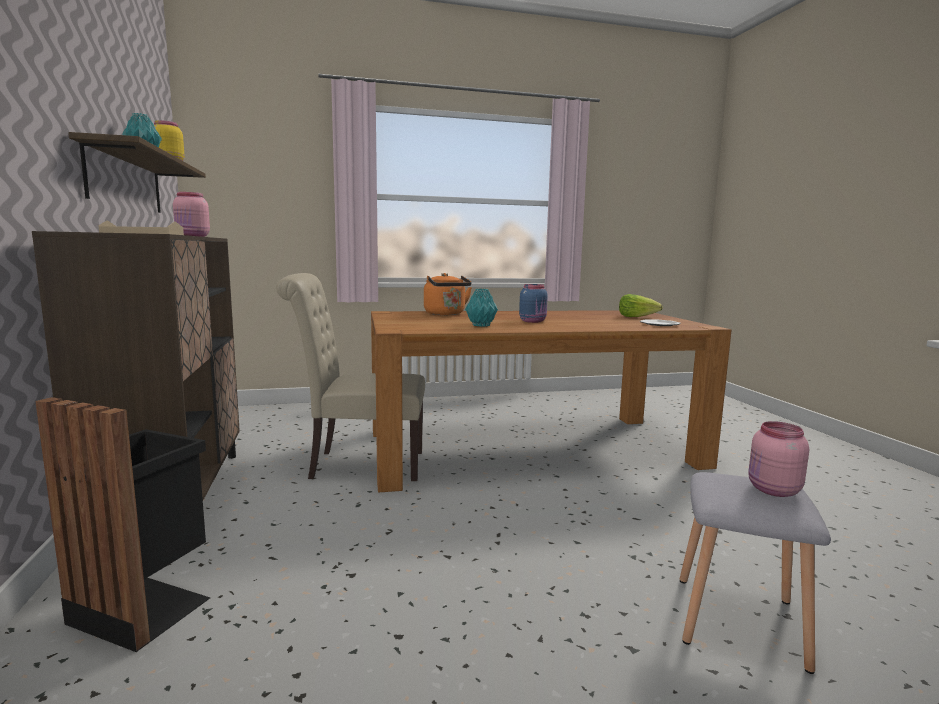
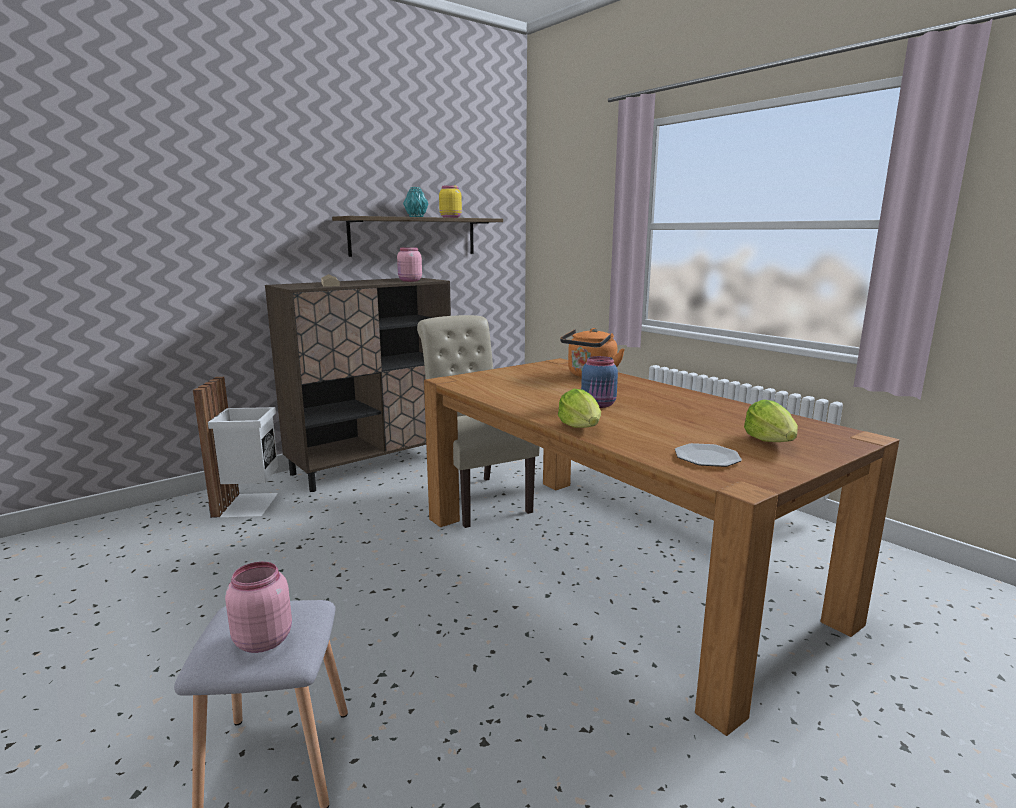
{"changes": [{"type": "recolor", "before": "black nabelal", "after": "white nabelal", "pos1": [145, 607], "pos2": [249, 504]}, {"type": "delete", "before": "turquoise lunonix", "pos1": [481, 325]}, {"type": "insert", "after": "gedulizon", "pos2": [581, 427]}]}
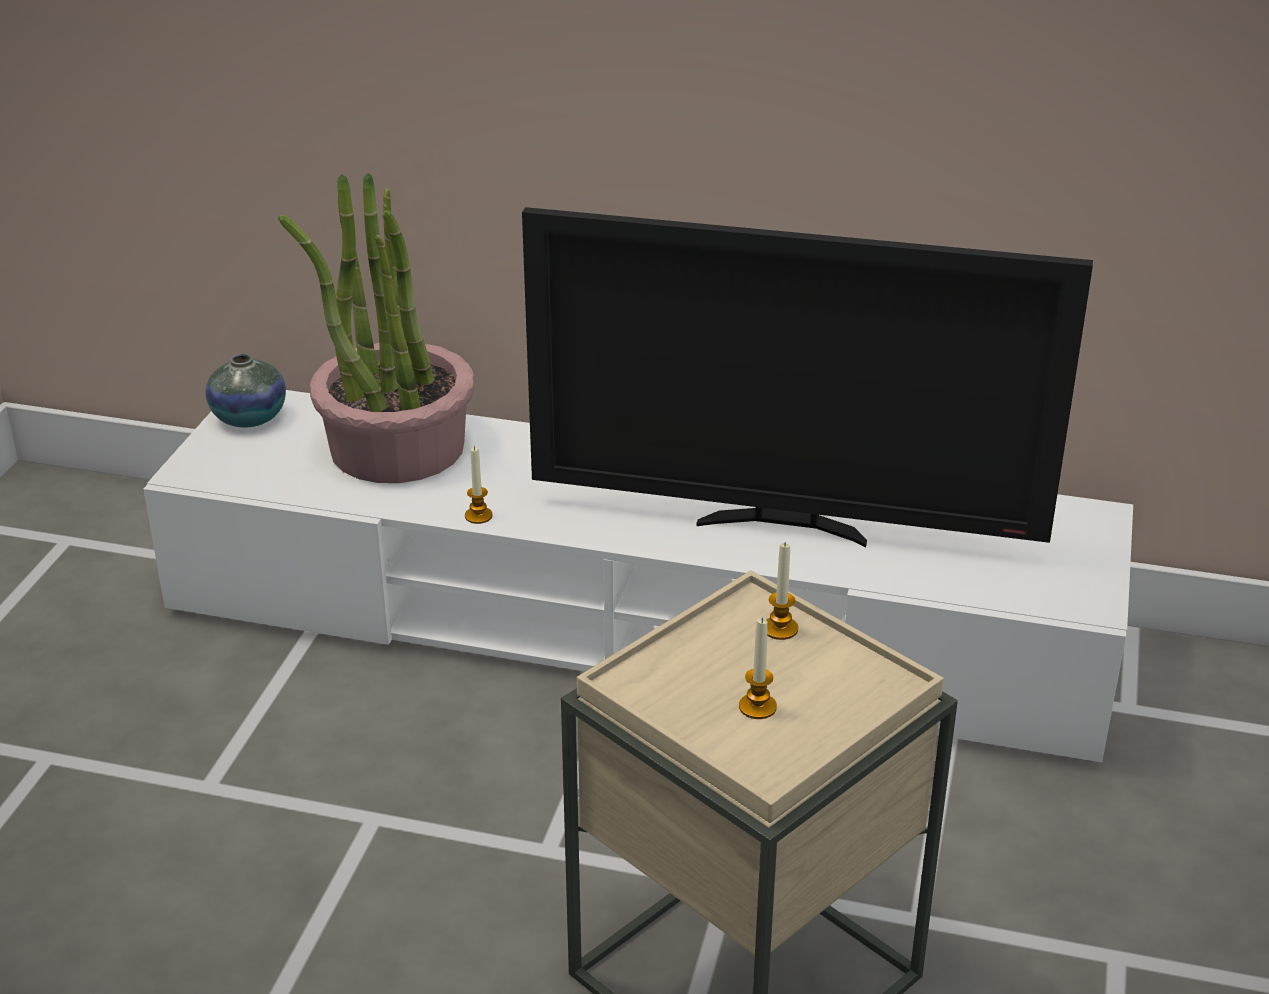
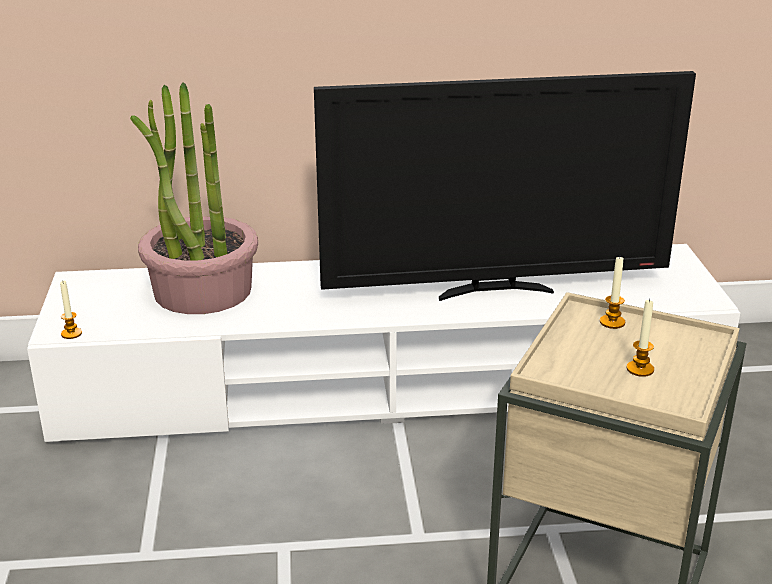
{"changes": [{"type": "delete", "before": "lunonix", "pos1": [249, 417]}, {"type": "move", "before": "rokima", "pos1": [478, 516], "pos2": [71, 333]}]}
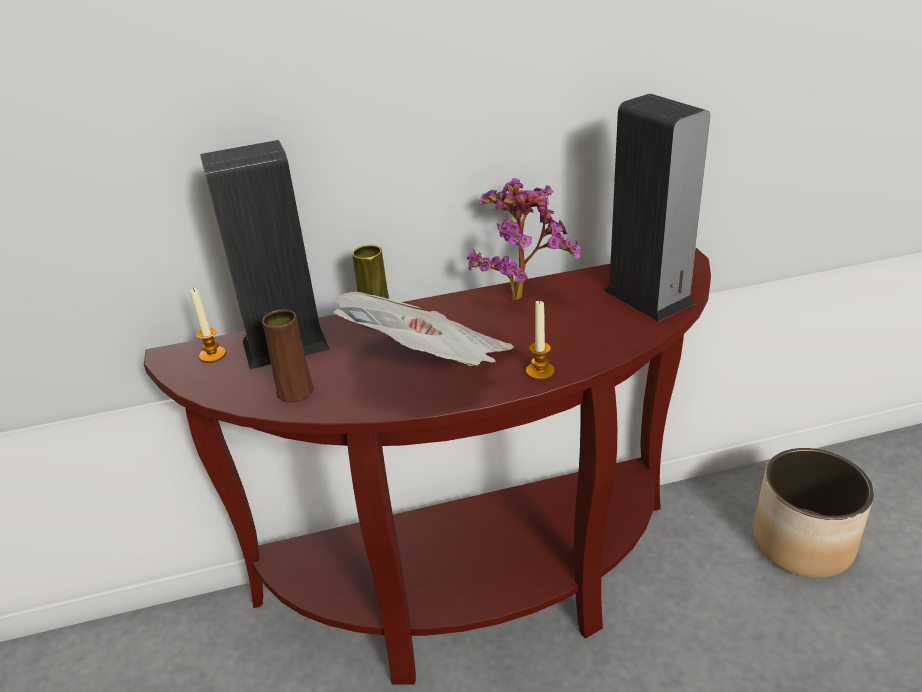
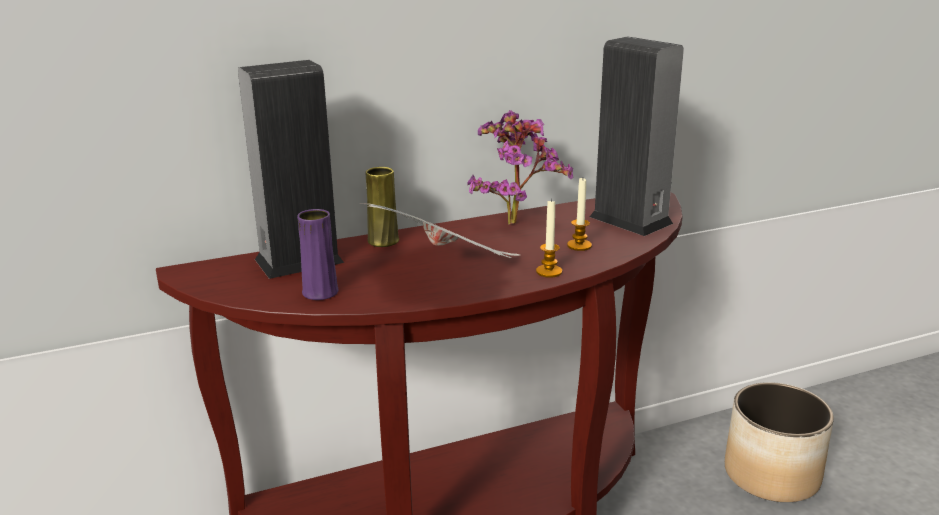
{"changes": [{"type": "move", "before": "rokima", "pos1": [212, 355], "pos2": [579, 246]}, {"type": "recolor", "before": "brown lunonix", "after": "purple lunonix", "pos1": [295, 391], "pos2": [320, 292]}]}
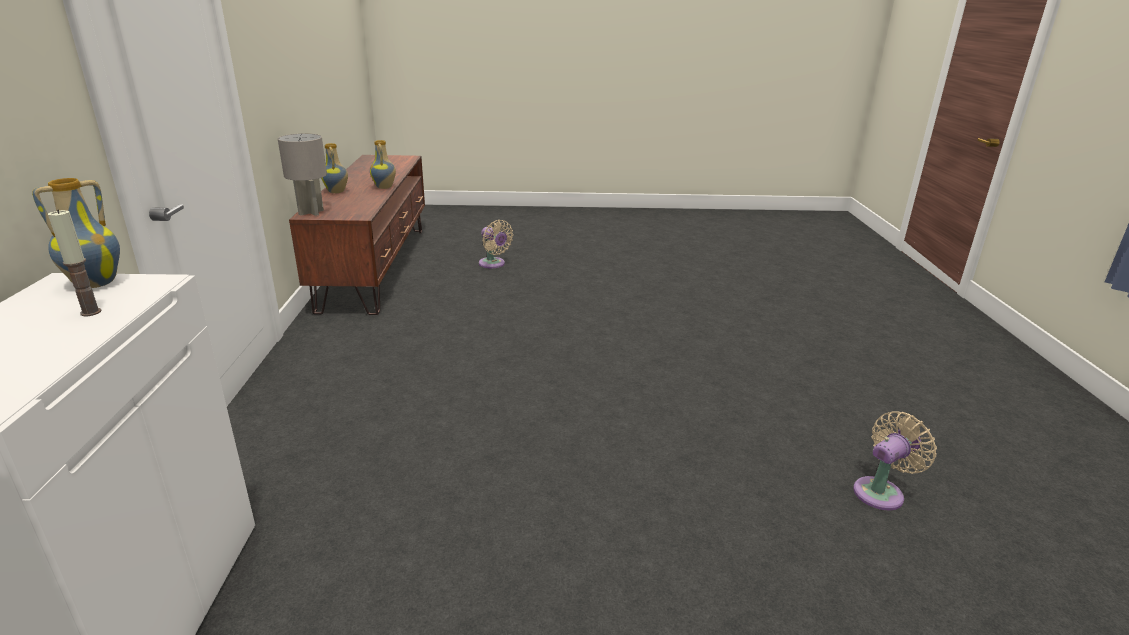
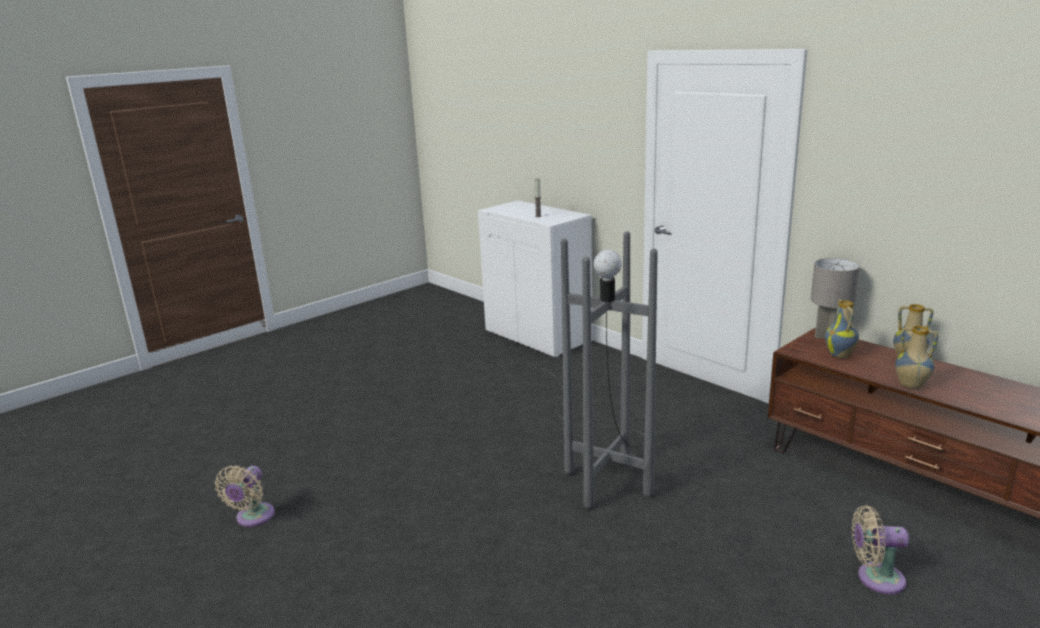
{"changes": [{"type": "move", "before": "lunonix", "pos1": [95, 283], "pos2": [840, 355]}, {"type": "insert", "after": "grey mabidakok", "pos2": [592, 445]}]}
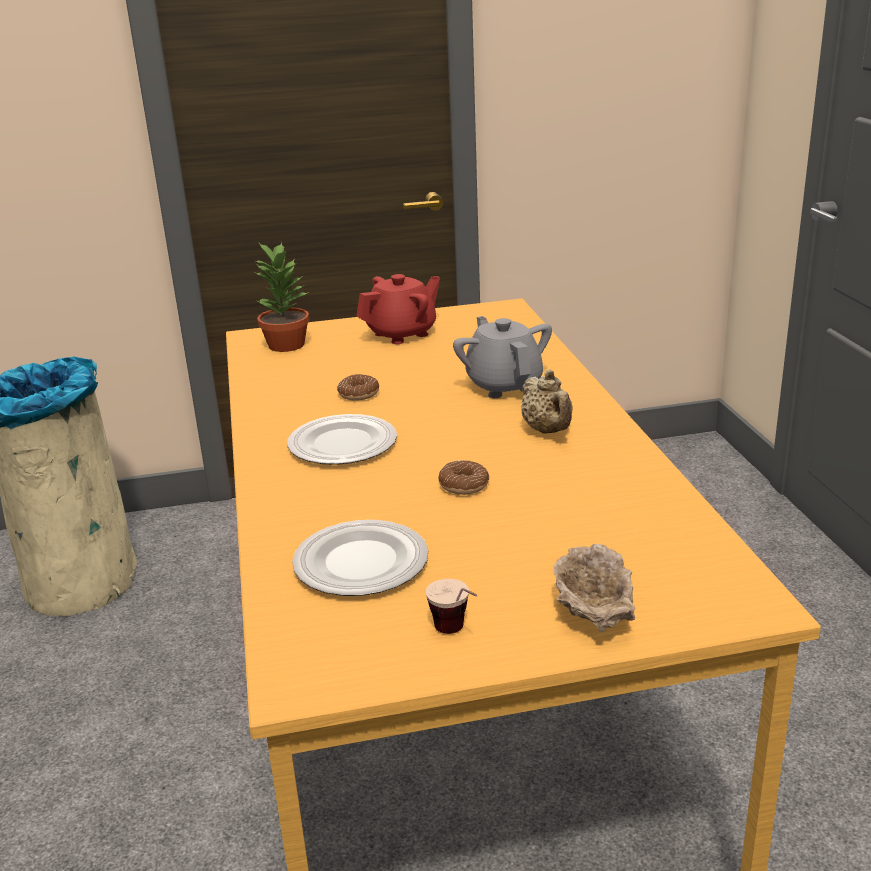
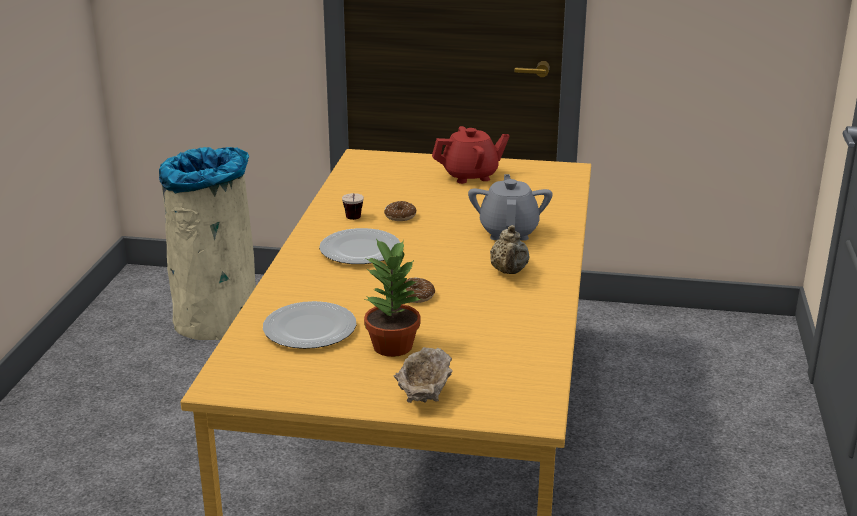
{"changes": [{"type": "move", "before": "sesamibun", "pos1": [286, 344], "pos2": [393, 345]}, {"type": "move", "before": "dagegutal", "pos1": [457, 635], "pos2": [354, 221]}]}
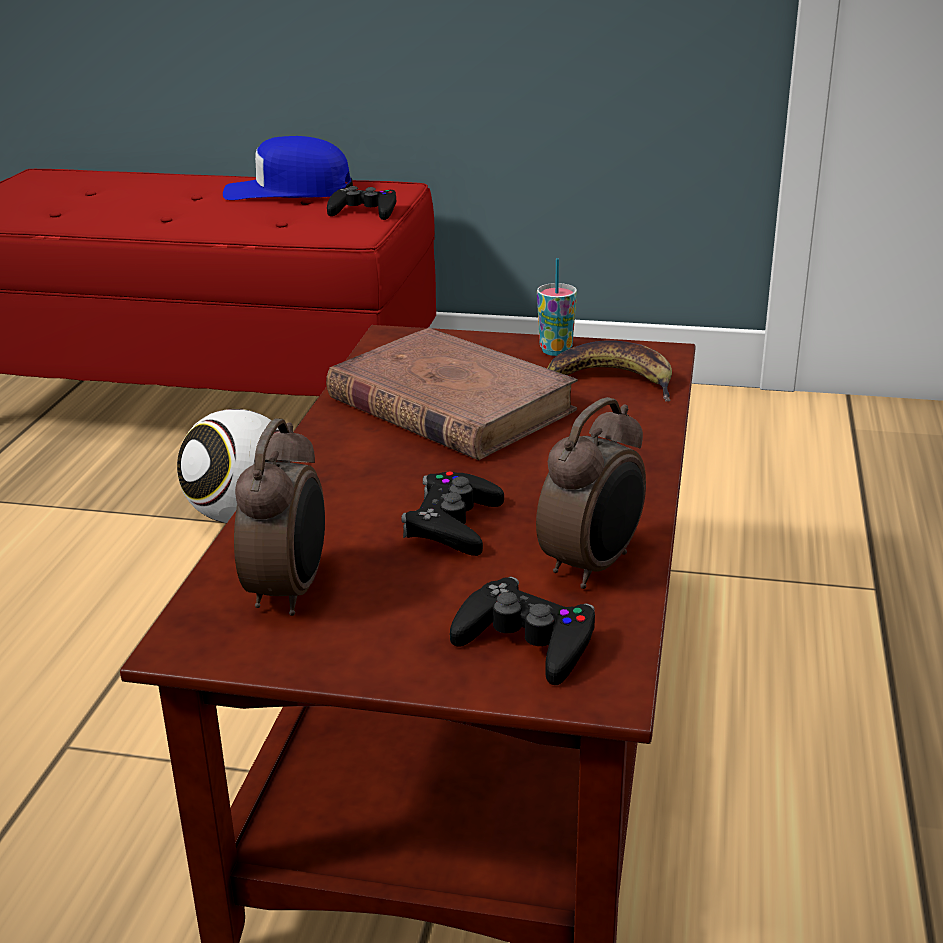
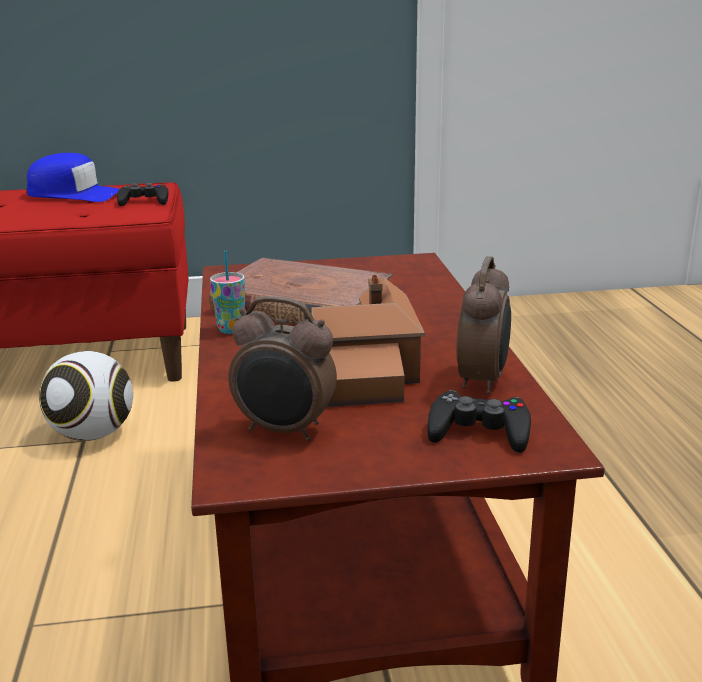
{"changes": [{"type": "rotate", "before": "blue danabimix", "pos1": [288, 191], "pos2": [75, 194], "turn": -150}, {"type": "rotate", "before": "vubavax", "pos1": [290, 591], "pos2": [285, 431], "turn": 120}, {"type": "replace", "before": "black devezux", "after": "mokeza", "pos1": [453, 524], "pos2": [367, 372]}, {"type": "move", "before": "dagegutal", "pos1": [556, 351], "pos2": [231, 329]}, {"type": "delete", "before": "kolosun", "pos1": [612, 381]}]}
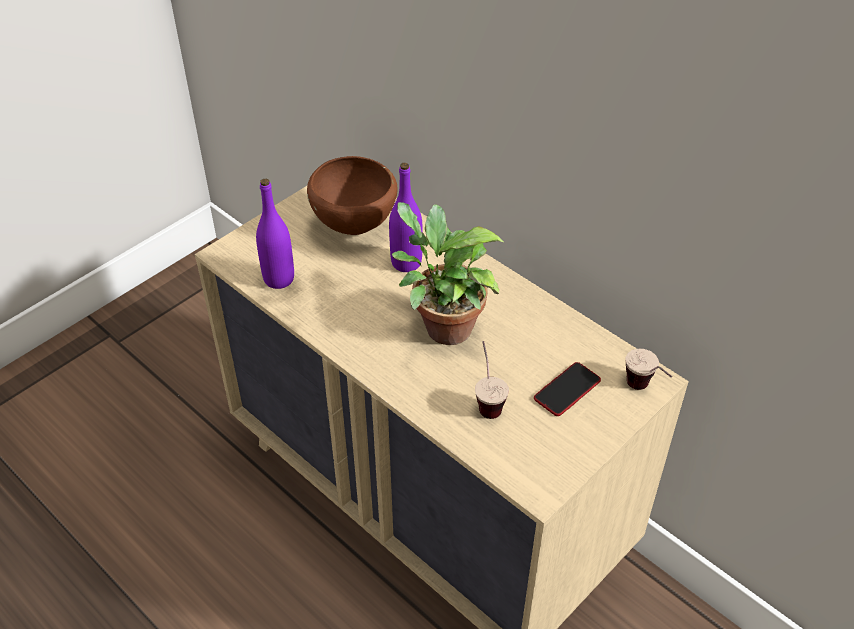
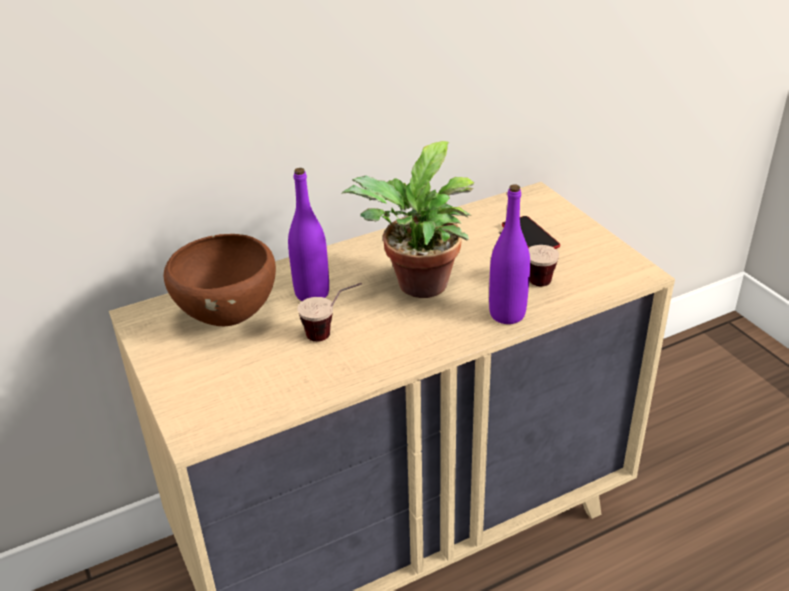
{"changes": [{"type": "move", "before": "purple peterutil", "pos1": [279, 279], "pos2": [507, 314]}, {"type": "move", "before": "dagegutal", "pos1": [644, 391], "pos2": [332, 333]}]}
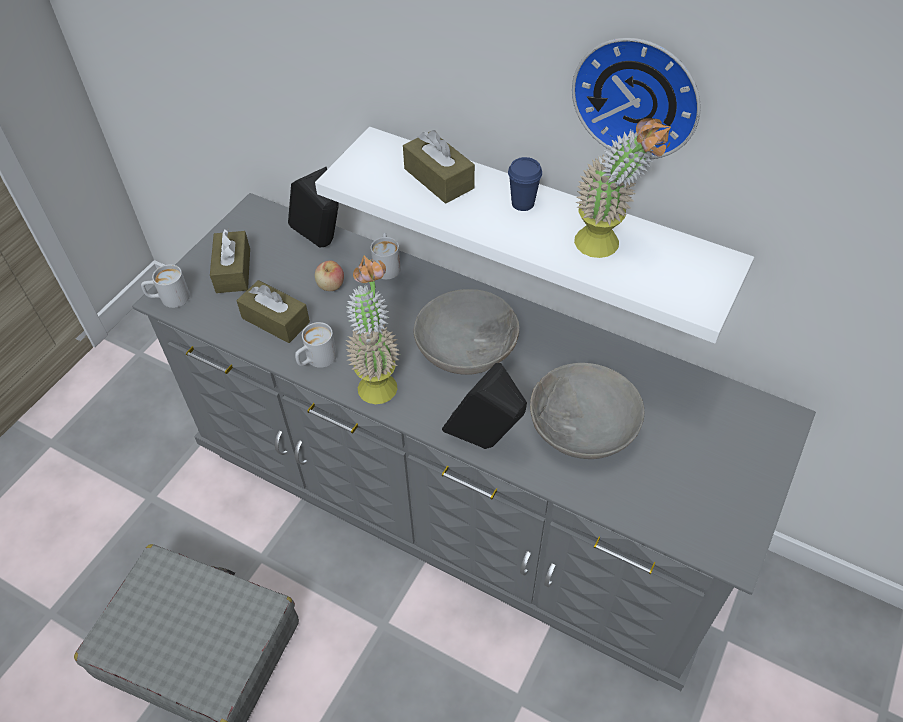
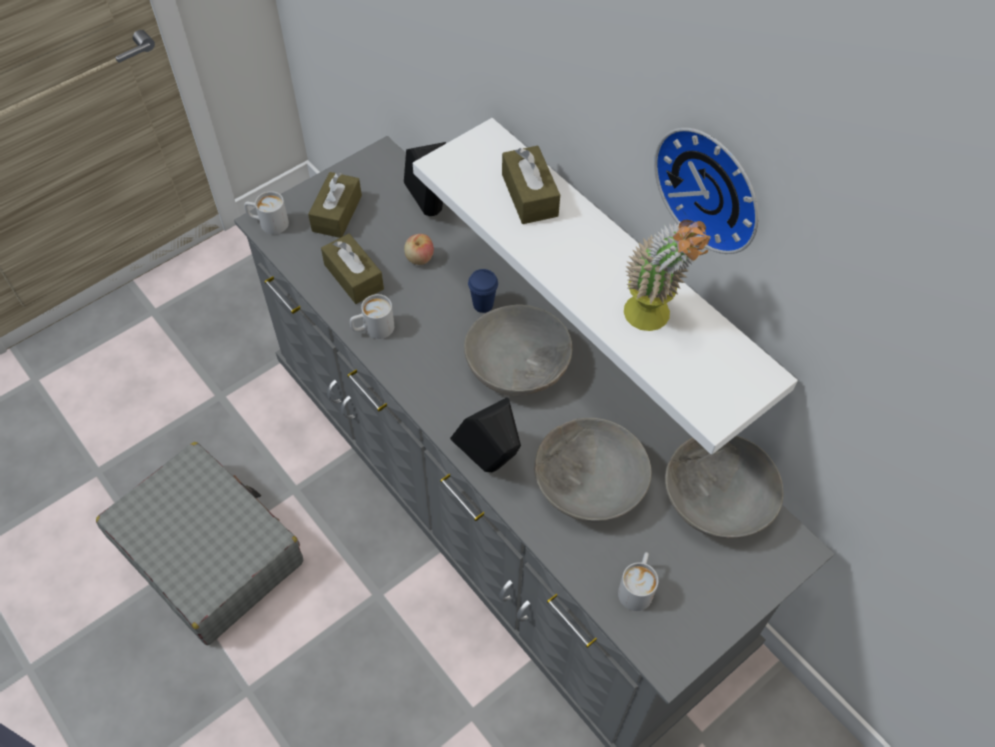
{"changes": [{"type": "delete", "before": "sesamibun", "pos1": [378, 379]}, {"type": "move", "before": "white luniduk", "pos1": [386, 265], "pos2": [637, 587]}, {"type": "move", "before": "blue dagegutal", "pos1": [522, 203], "pos2": [483, 304]}, {"type": "insert", "after": "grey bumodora", "pos2": [716, 499]}]}
